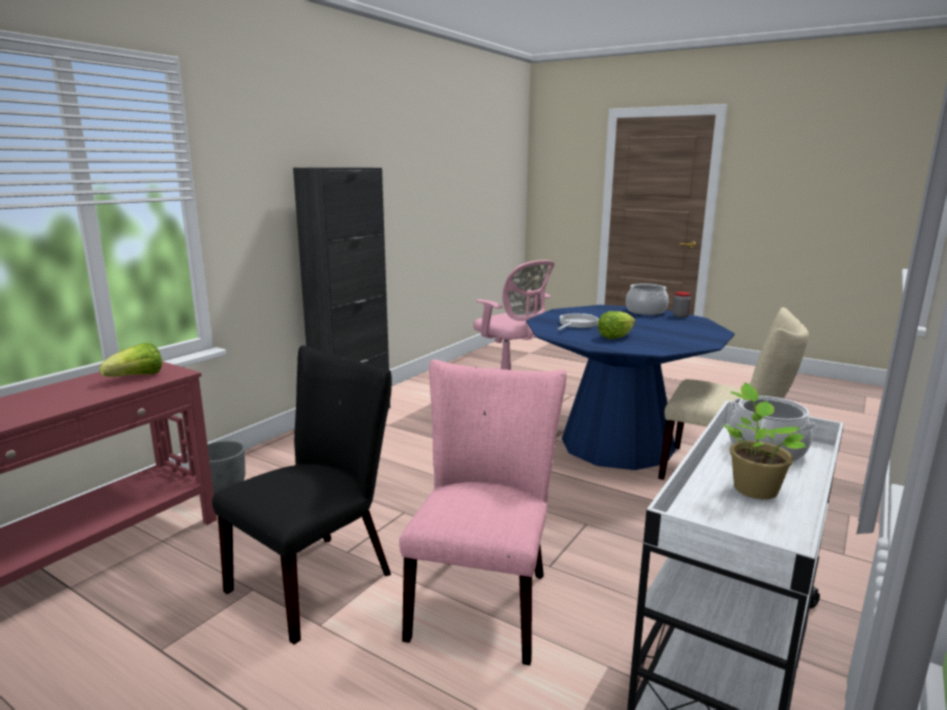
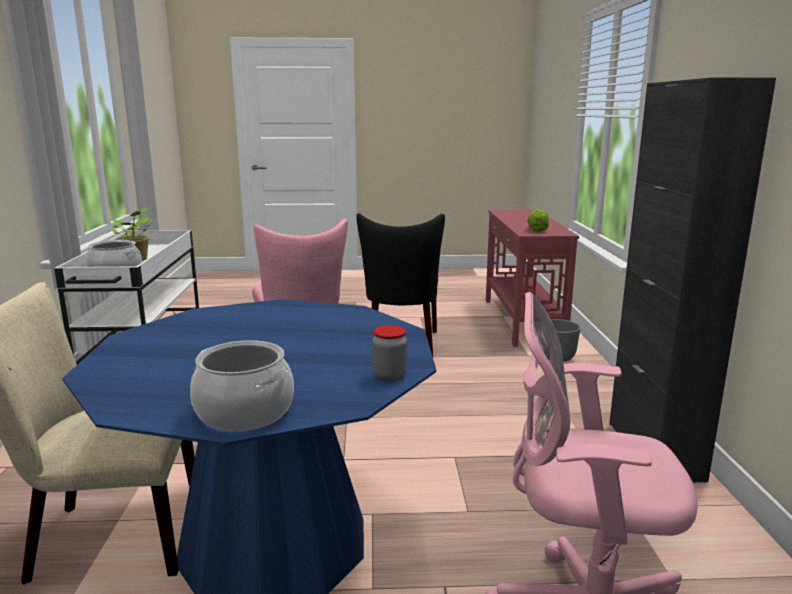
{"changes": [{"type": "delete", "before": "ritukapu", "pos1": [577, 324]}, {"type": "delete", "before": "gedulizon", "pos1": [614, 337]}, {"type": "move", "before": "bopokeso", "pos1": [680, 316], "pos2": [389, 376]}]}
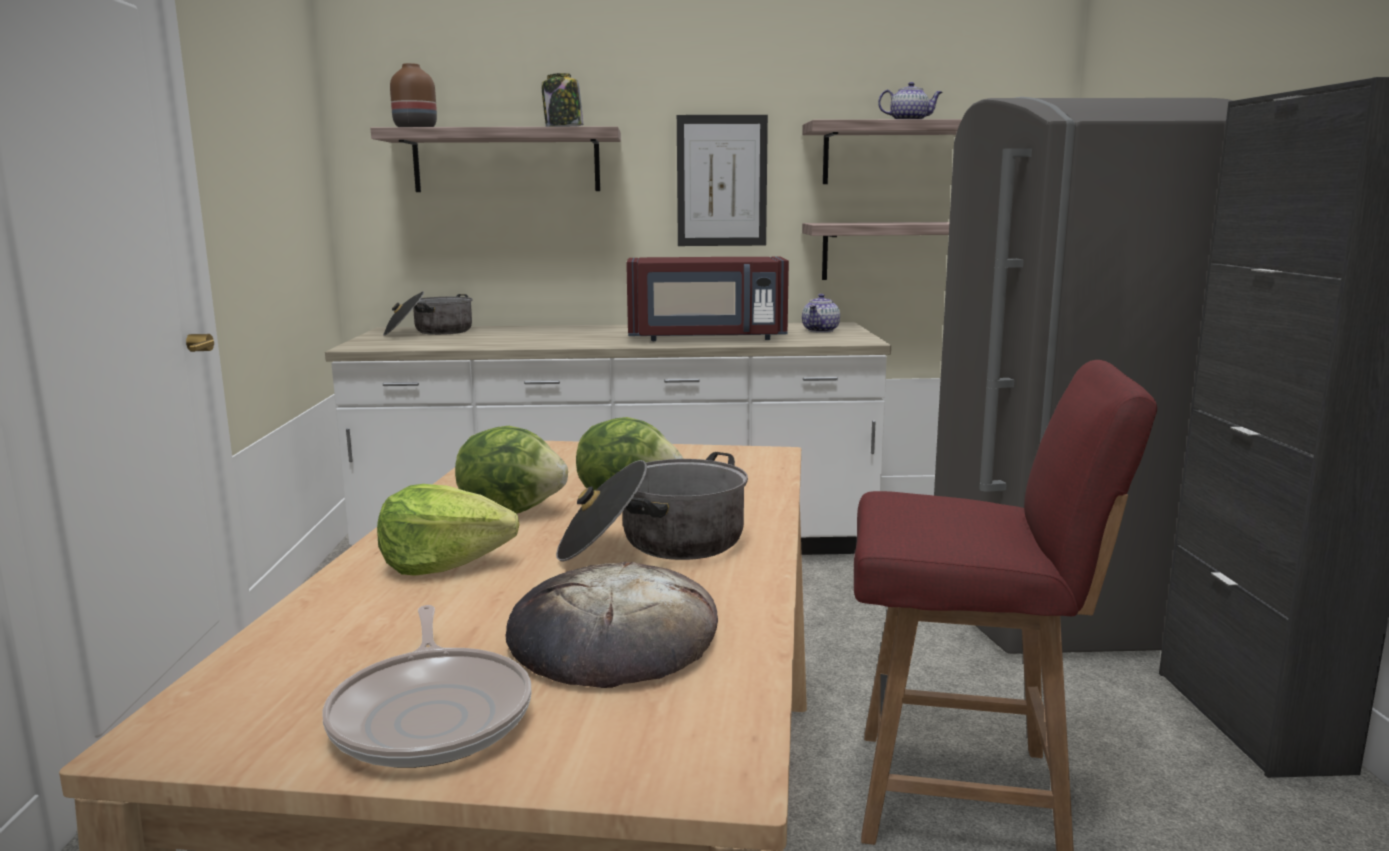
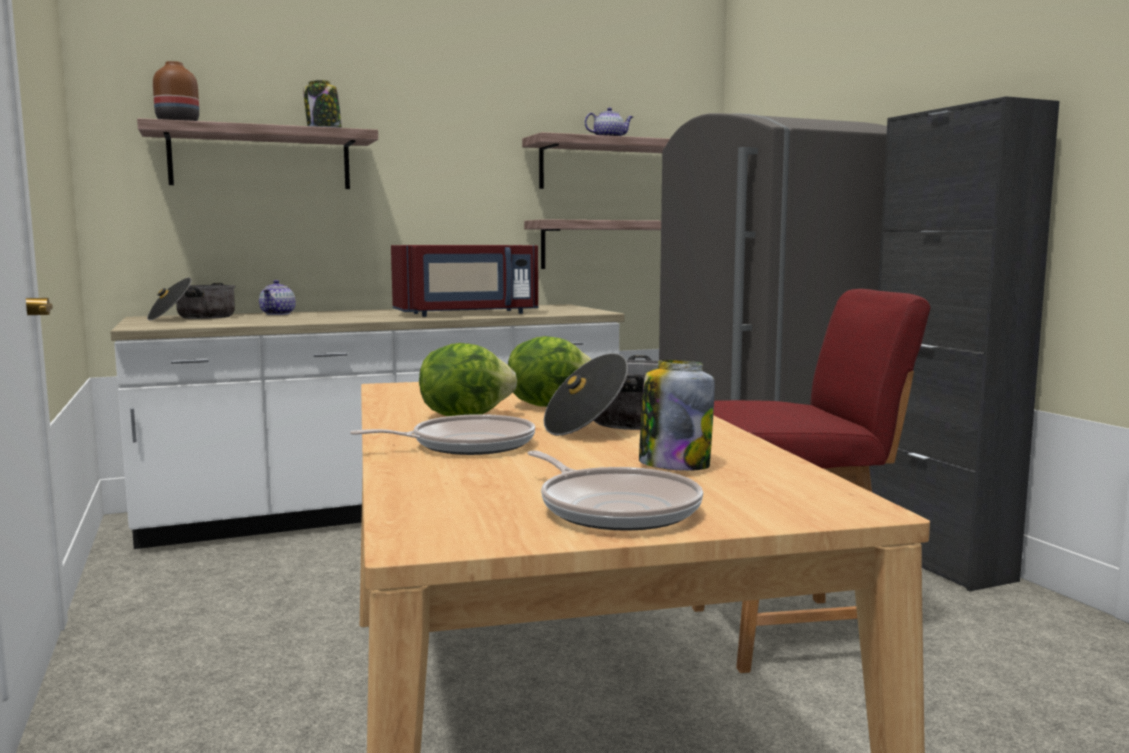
{"changes": [{"type": "replace", "before": "gedulizon", "after": "ritukapu", "pos1": [444, 563], "pos2": [466, 445]}, {"type": "replace", "before": "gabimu", "after": "bopokeso", "pos1": [612, 638], "pos2": [673, 465]}, {"type": "delete", "before": "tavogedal", "pos1": [721, 181]}, {"type": "move", "before": "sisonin", "pos1": [821, 330], "pos2": [278, 314]}]}
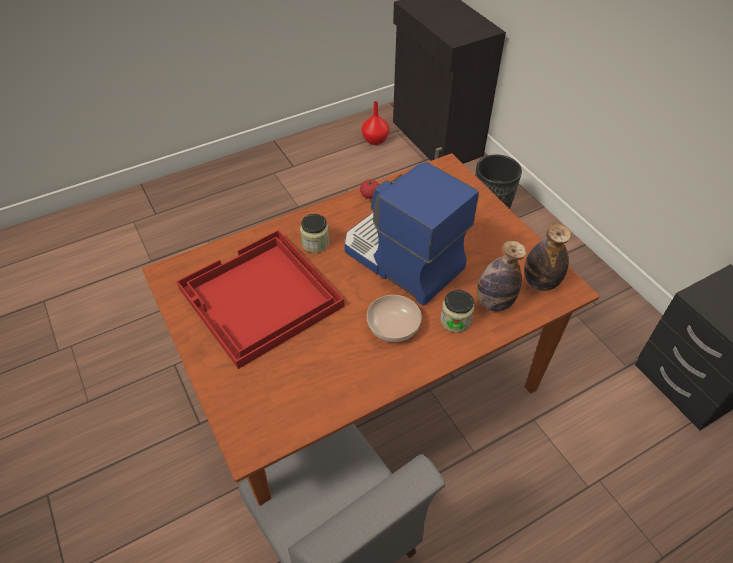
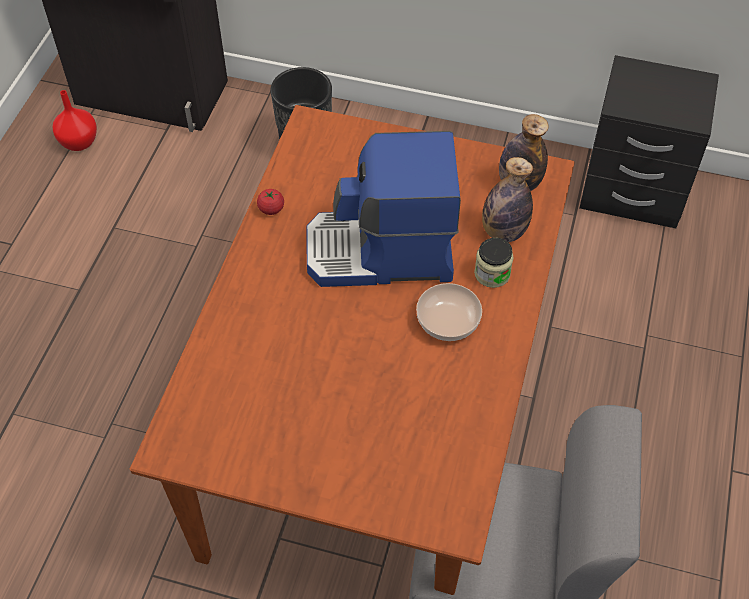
{"changes": [{"type": "delete", "before": "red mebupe", "pos1": [260, 299]}, {"type": "delete", "before": "bopokeso", "pos1": [315, 243]}]}
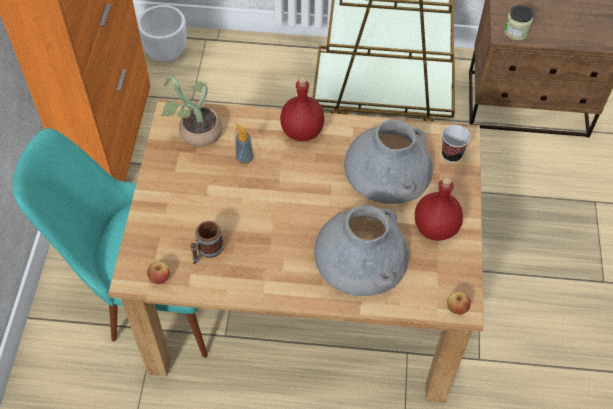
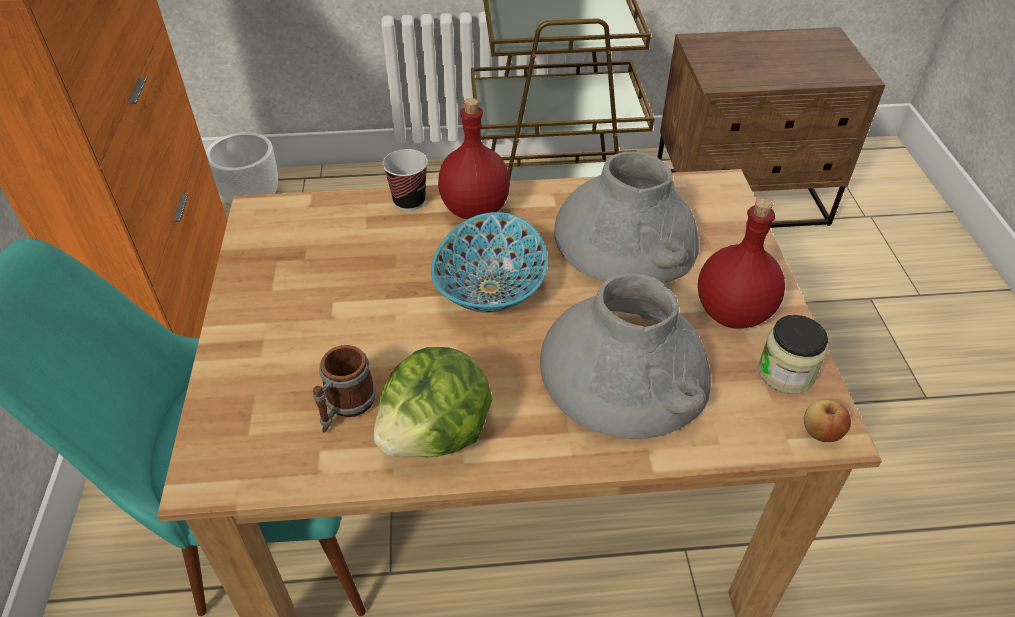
{"changes": [{"type": "delete", "before": "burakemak", "pos1": [159, 278]}, {"type": "delete", "before": "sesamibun", "pos1": [195, 132]}, {"type": "delete", "before": "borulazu", "pos1": [244, 158]}, {"type": "move", "before": "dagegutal", "pos1": [451, 154], "pos2": [409, 201]}, {"type": "move", "before": "bopokeso", "pos1": [516, 32], "pos2": [785, 373]}, {"type": "insert", "after": "gedulizon", "pos2": [438, 434]}, {"type": "insert", "after": "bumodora", "pos2": [491, 289]}]}
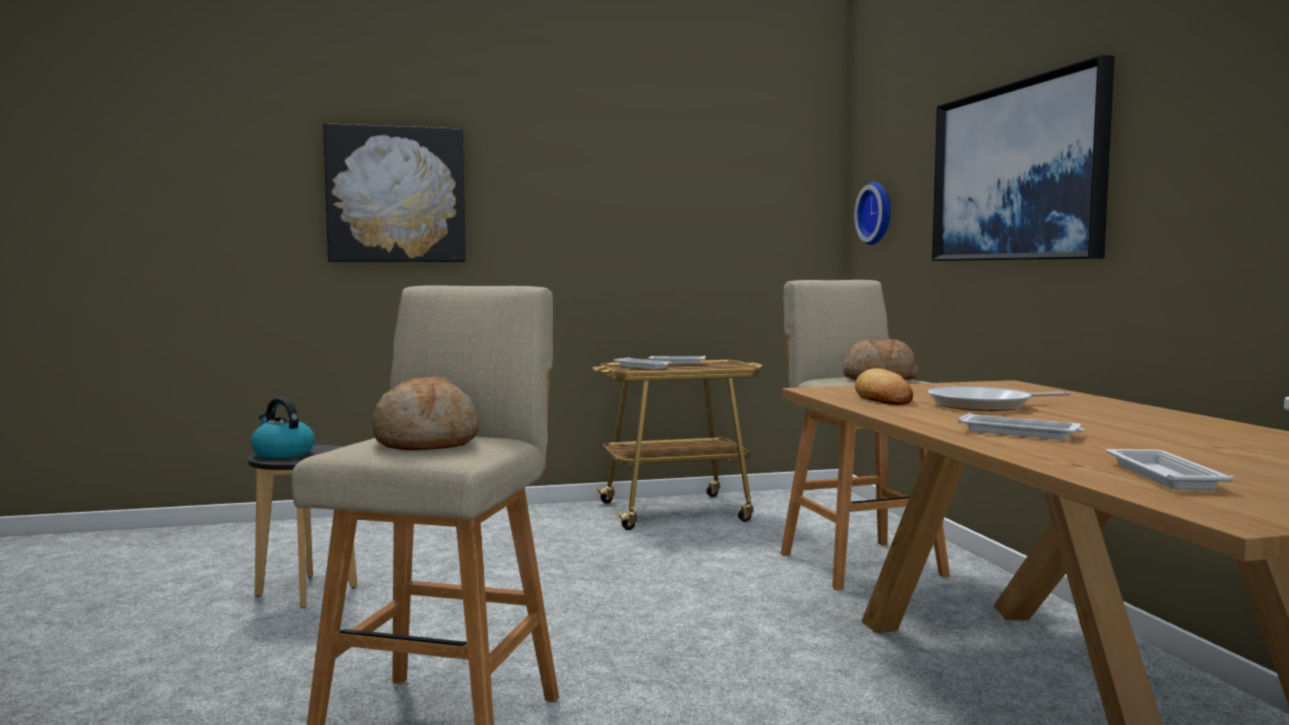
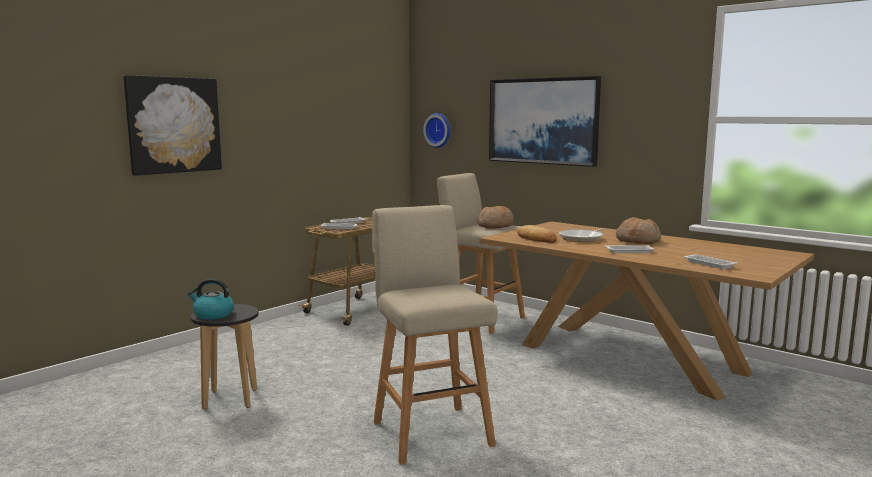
{"changes": [{"type": "move", "before": "gabimu", "pos1": [426, 441], "pos2": [638, 241]}]}
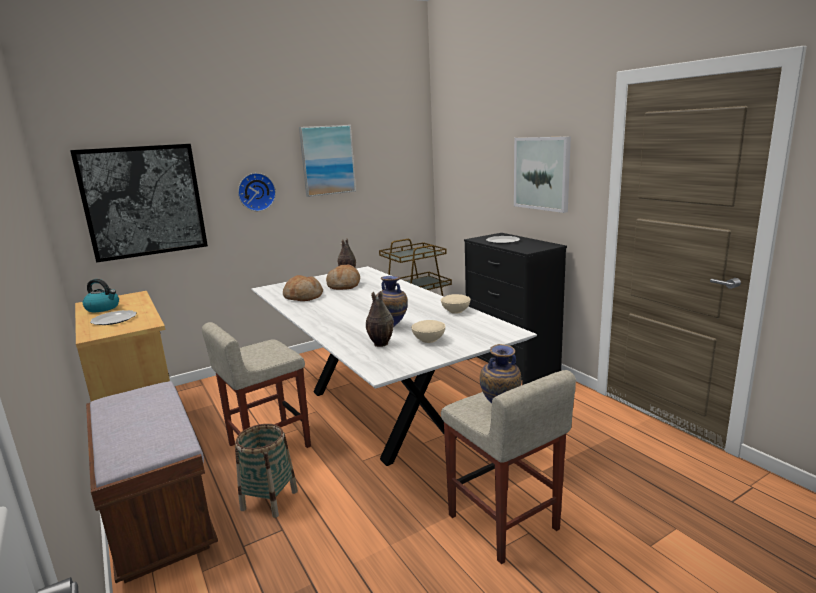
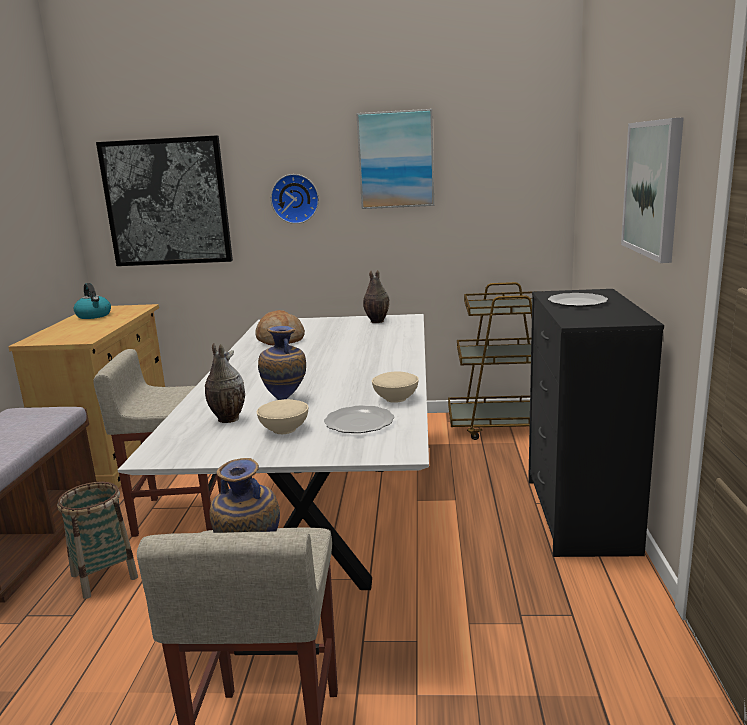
{"changes": [{"type": "move", "before": "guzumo", "pos1": [114, 319], "pos2": [359, 422]}, {"type": "delete", "before": "gabimu", "pos1": [344, 285]}]}
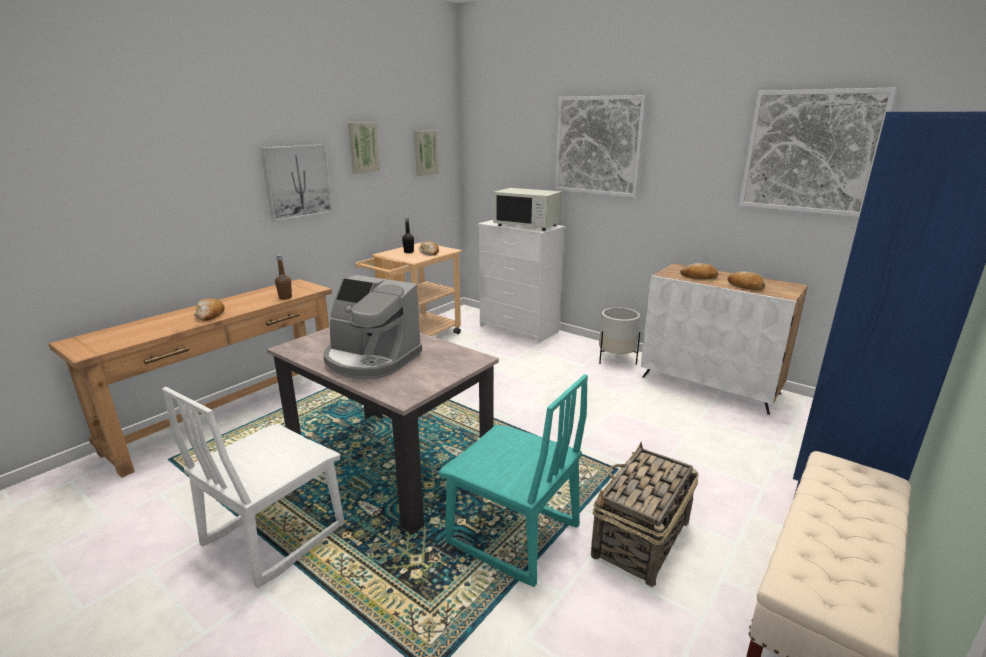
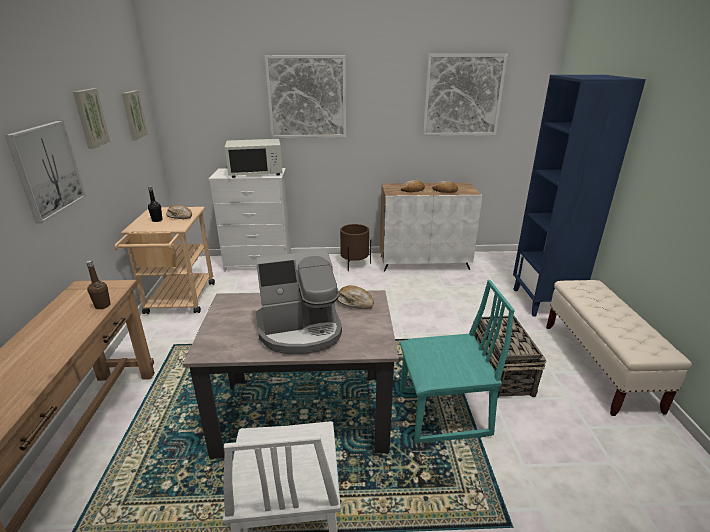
{"changes": [{"type": "move", "before": "gabimu", "pos1": [210, 315], "pos2": [355, 302]}, {"type": "recolor", "before": "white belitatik", "after": "brown belitatik", "pos1": [616, 359], "pos2": [354, 264]}]}
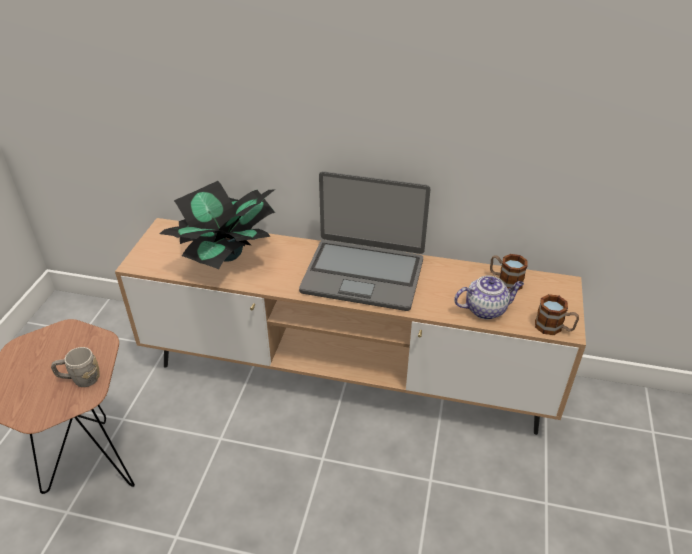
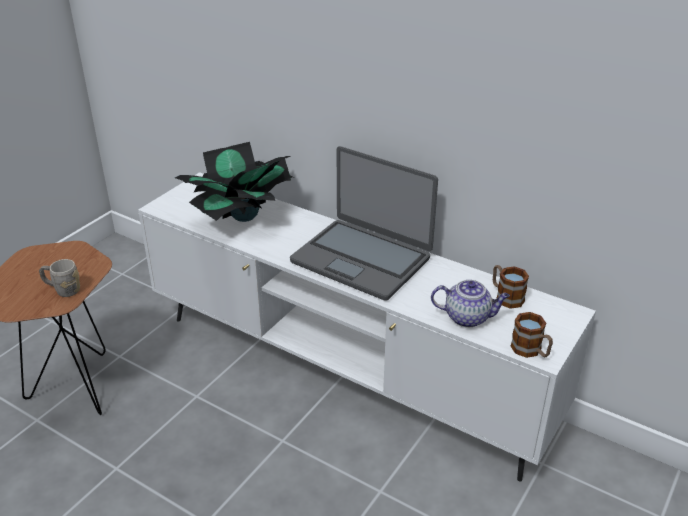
{"changes": [{"type": "recolor", "before": "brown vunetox", "after": "white vunetox", "pos1": [346, 375], "pos2": [345, 371]}]}
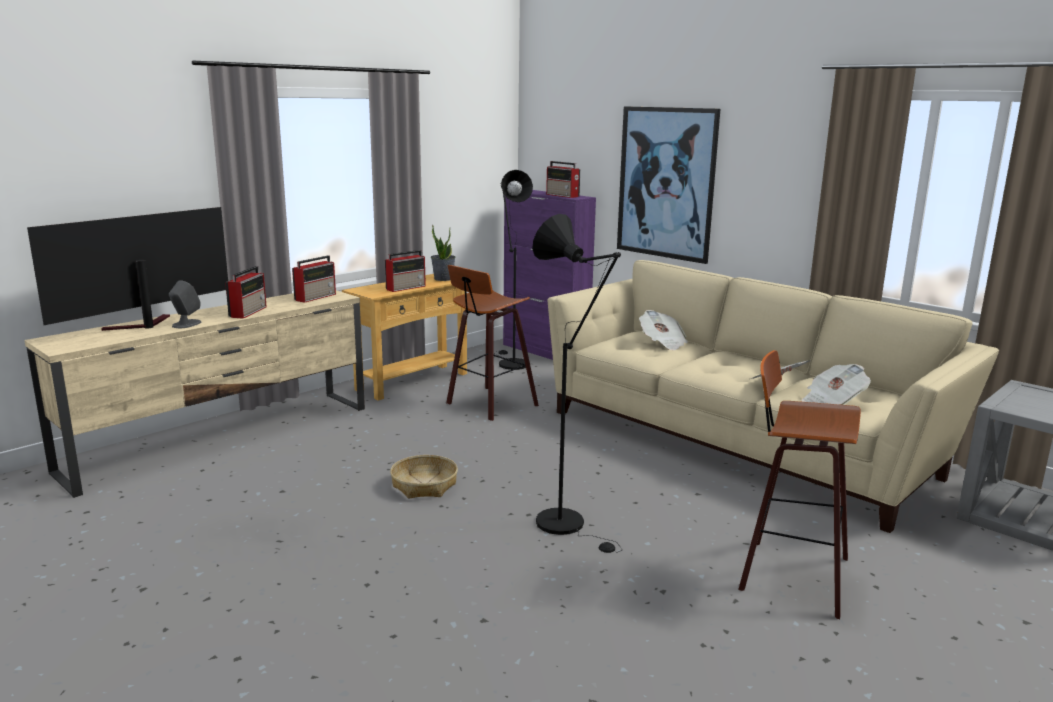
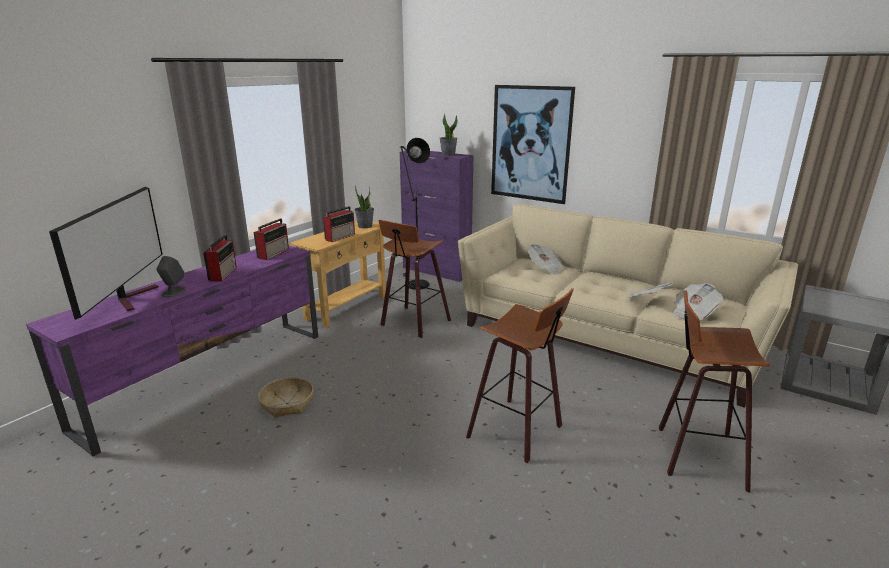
{"changes": [{"type": "recolor", "before": "beige vunetox", "after": "purple vunetox", "pos1": [224, 438], "pos2": [211, 377]}, {"type": "rotate", "before": "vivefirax", "pos1": [141, 326], "pos2": [132, 297], "turn": 150}, {"type": "move", "before": "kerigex", "pos1": [424, 485], "pos2": [287, 403]}, {"type": "replace", "before": "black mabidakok", "after": "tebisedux", "pos1": [568, 525], "pos2": [519, 431]}, {"type": "replace", "before": "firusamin", "after": "sesamibun", "pos1": [563, 195], "pos2": [448, 155]}]}
